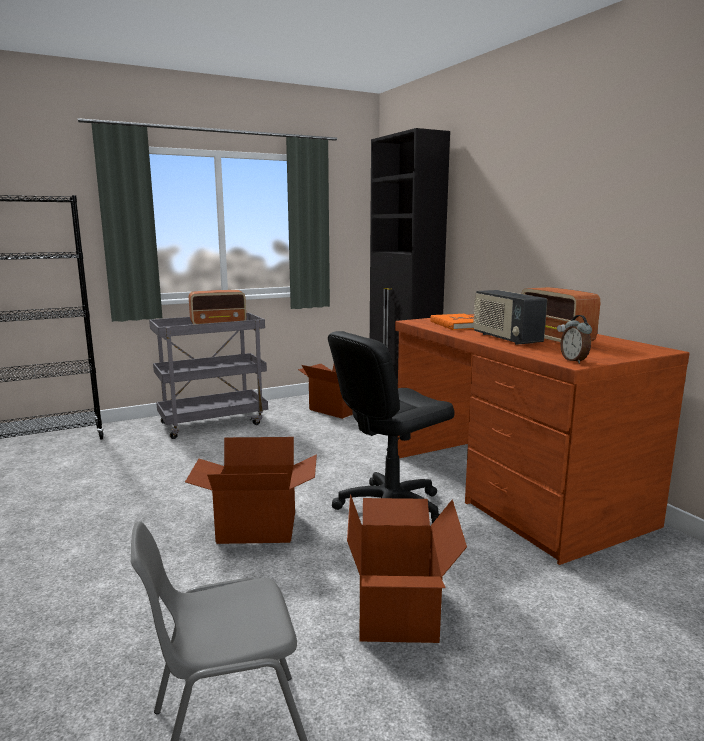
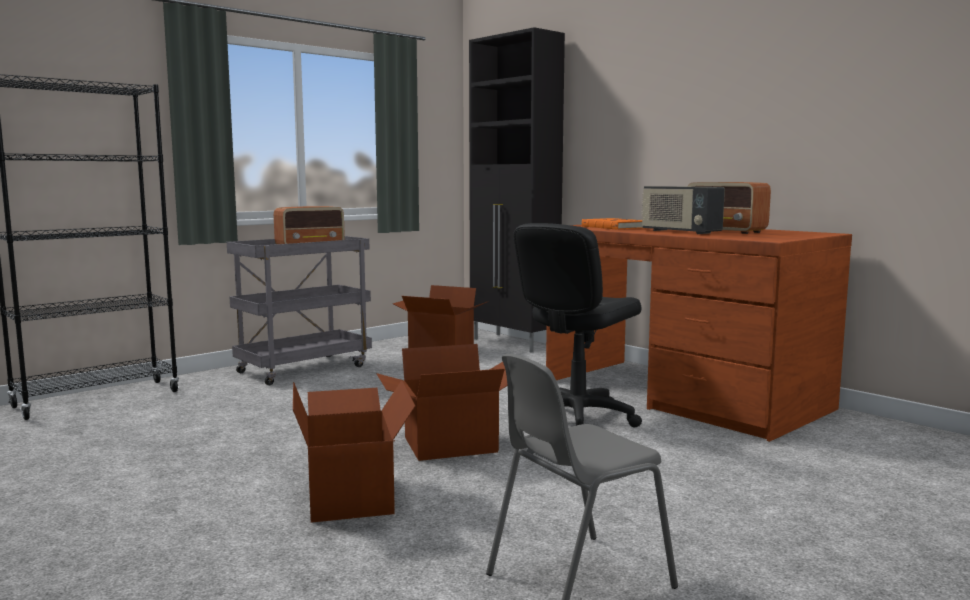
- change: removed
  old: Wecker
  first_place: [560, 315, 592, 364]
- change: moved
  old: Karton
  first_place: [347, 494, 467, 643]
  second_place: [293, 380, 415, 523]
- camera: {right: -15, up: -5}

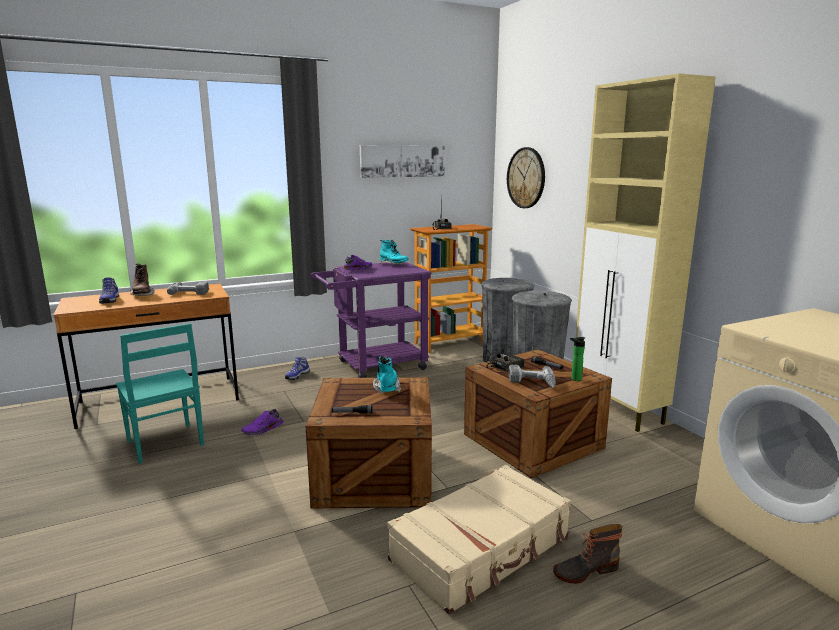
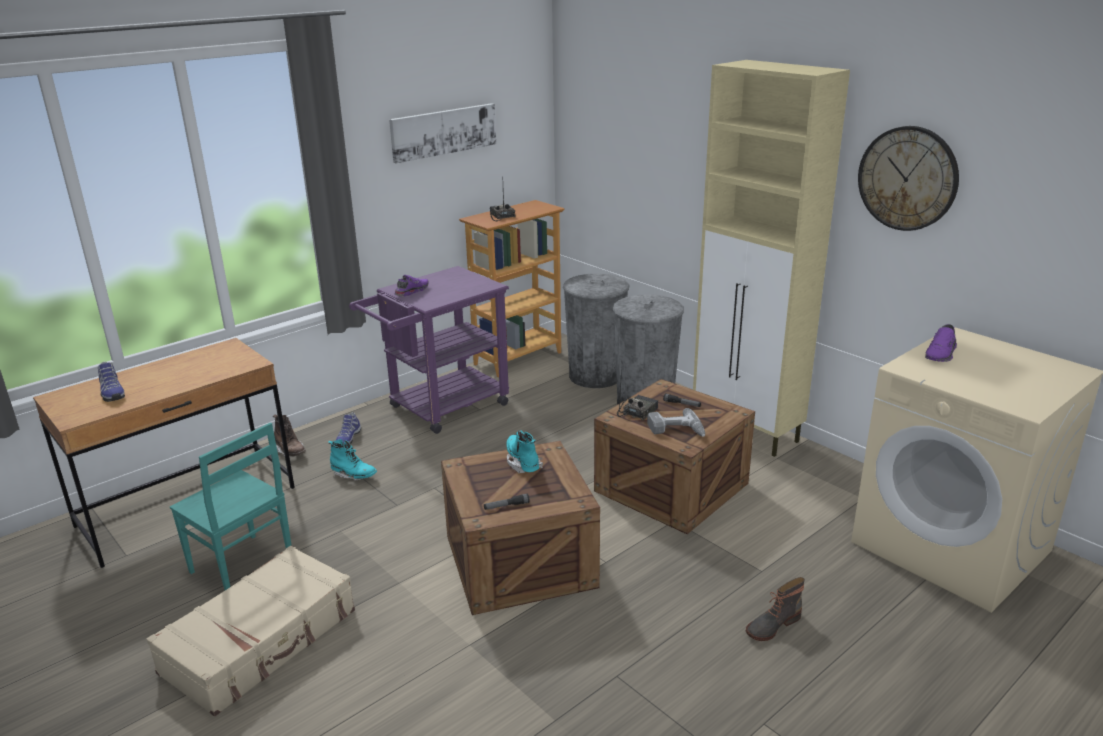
- change: moved
  old: Wanduhr
  first_place: [507, 147, 545, 208]
  second_place: [858, 126, 959, 231]
- change: moved
  old: Stiefel/türkis
  first_place: [380, 240, 409, 265]
  second_place: [328, 439, 377, 481]
- change: moved
  old: Stiefel/braun
  first_place: [130, 263, 155, 296]
  second_place: [273, 415, 306, 457]
- change: removed
  old: Bohrmaschine
  first_place: [167, 282, 209, 295]
- change: removed
  old: Flasche
  first_place: [570, 337, 585, 381]
- change: moved
  old: Schuh/lila
  first_place: [241, 409, 284, 435]
  second_place: [925, 324, 957, 362]
- change: moved
  old: Koffer/beige
  first_place: [388, 465, 571, 614]
  second_place: [146, 546, 355, 717]
- camera: {right: -15, up: 10}

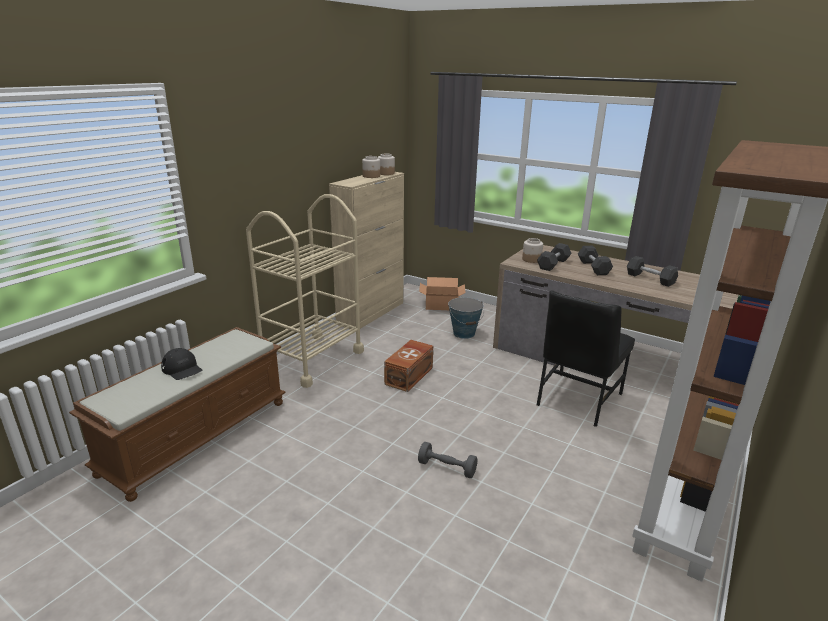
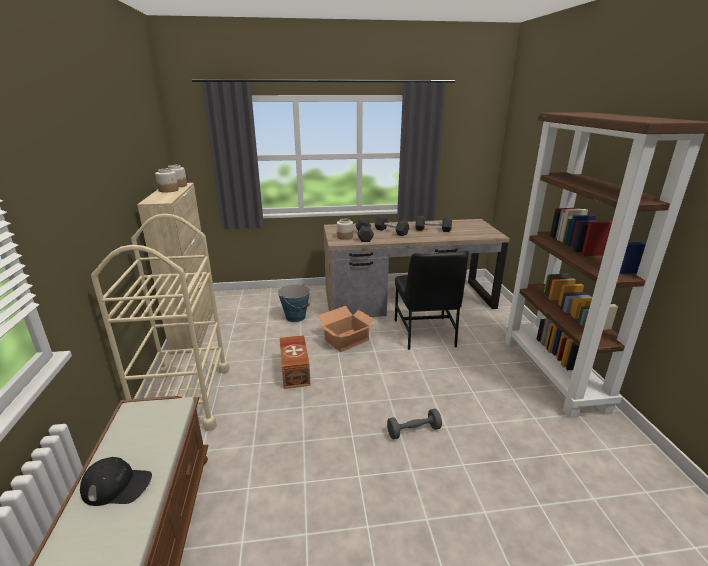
- change: moved
  old: Karton
  first_place: [419, 277, 466, 310]
  second_place: [318, 306, 377, 352]
- camera: {right: -40, up: 0}

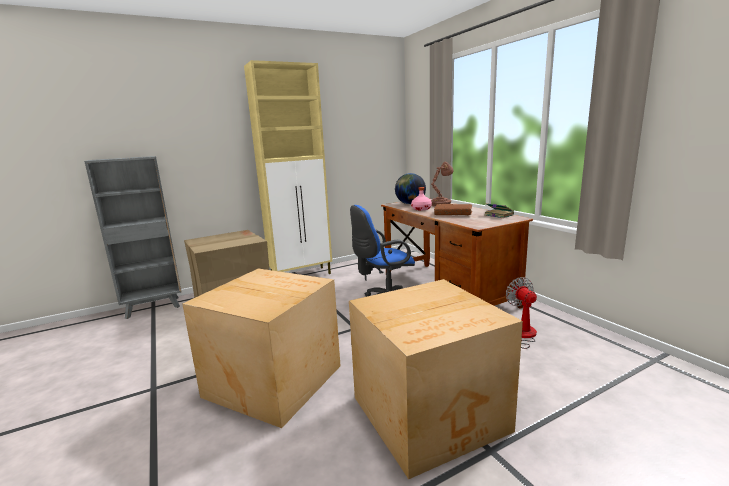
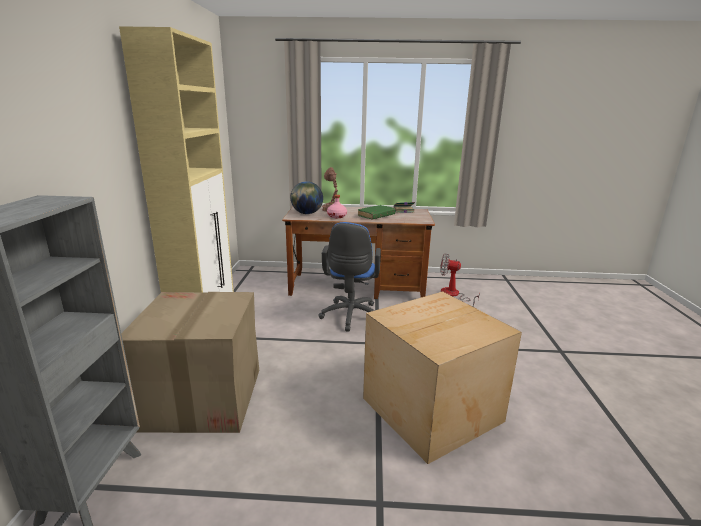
- change: recoloured
  old: Buch/braun
  new: Buch/grün
  first_place: [434, 204, 472, 215]
  second_place: [358, 205, 396, 219]
- change: removed
  old: Karton
  first_place: [349, 279, 523, 479]
- camera: {right: -60, up: 5}

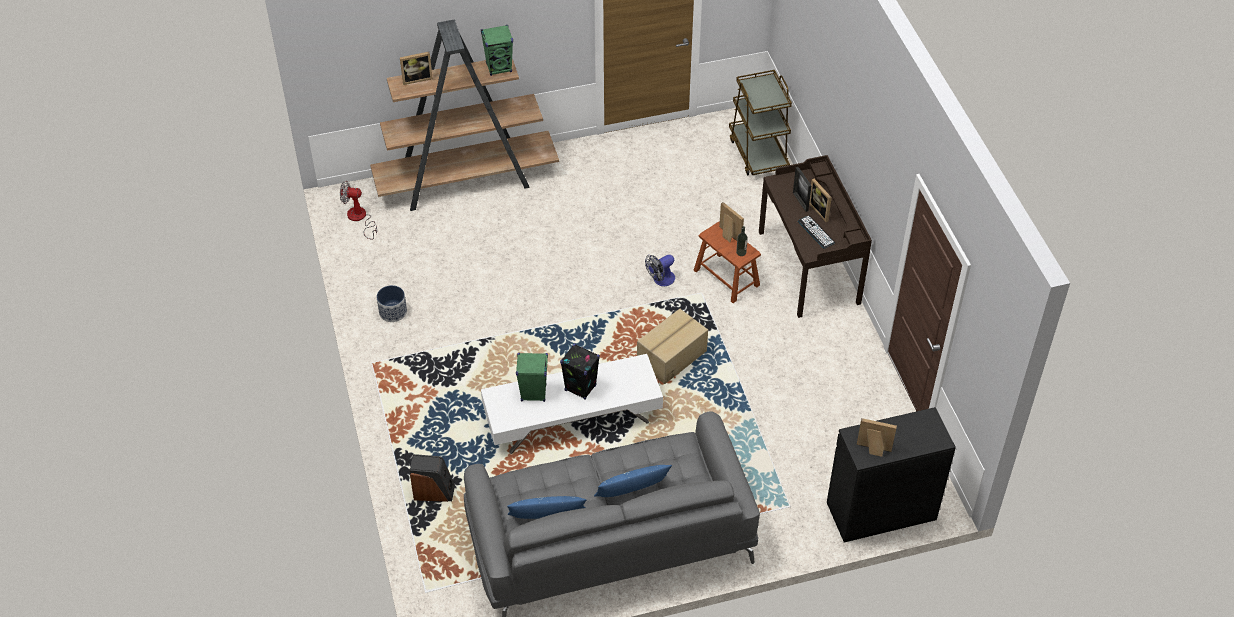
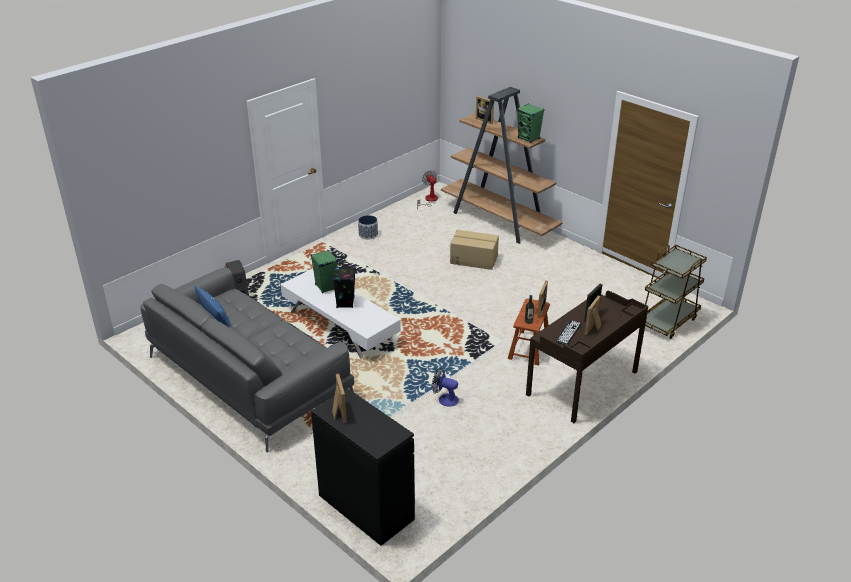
- change: moved
  old: Ventilator
  first_place: [645, 255, 675, 286]
  second_place: [432, 368, 459, 407]
- change: moved
  old: Karton
  first_place: [637, 309, 708, 384]
  second_place: [450, 230, 499, 270]
- change: removed
  old: Kissen/blau
  first_place: [594, 465, 672, 497]
- camera: {right: 60, up: -15}

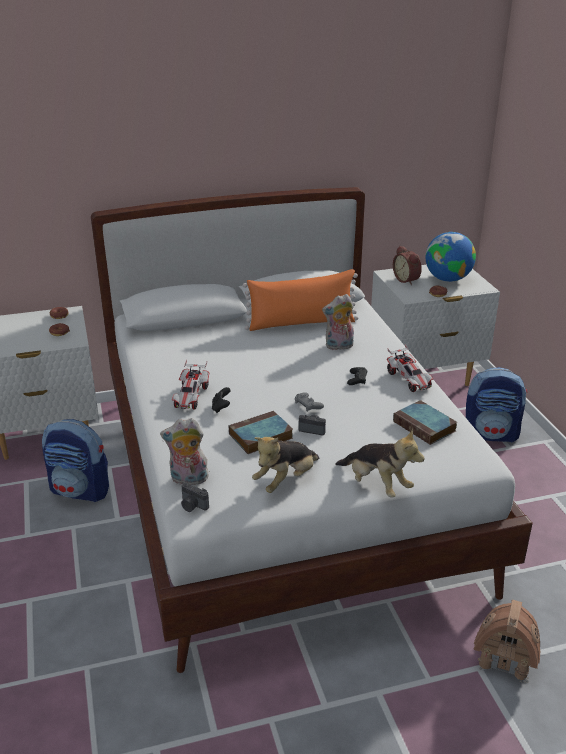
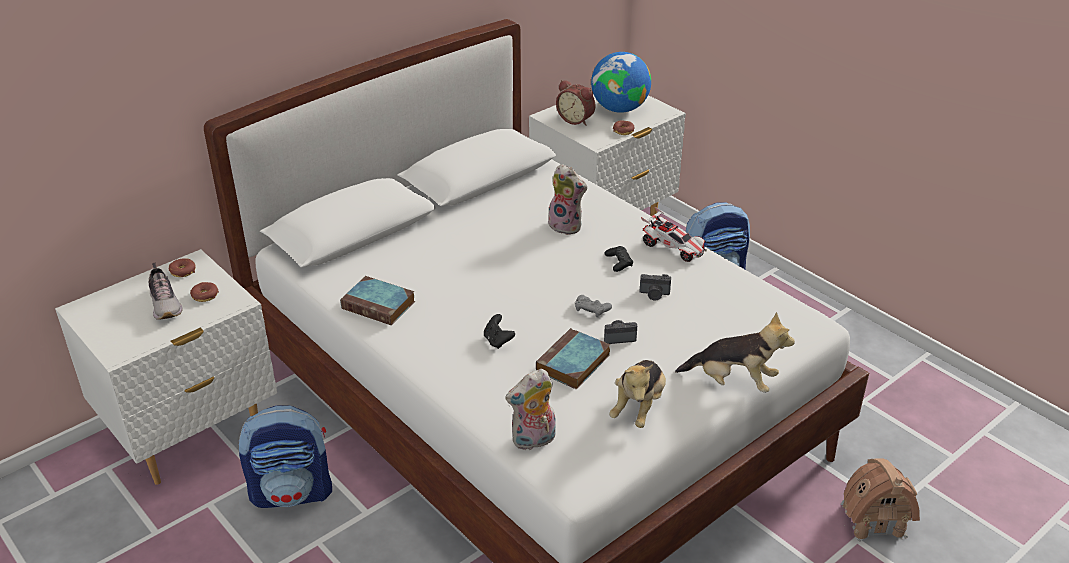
- change: removed
  old: Kissen/orange
  first_place: [243, 269, 359, 331]
- change: turned
  old: Plüschtier
  first_place: [322, 294, 354, 350]
  second_place: [548, 164, 587, 235]
  degrees: -105
- change: removed
  old: Spielzeugauto
  first_place: [172, 360, 210, 410]
- change: moved
  old: Buch
  first_place: [393, 400, 457, 445]
  second_place: [340, 276, 415, 325]
- change: moved
  old: Kamera
  first_place: [181, 483, 209, 512]
  second_place: [640, 274, 671, 301]
- change: added
  new: Schuh
  second_place: [149, 263, 183, 319]
- camera: {right: -25, up: 5}

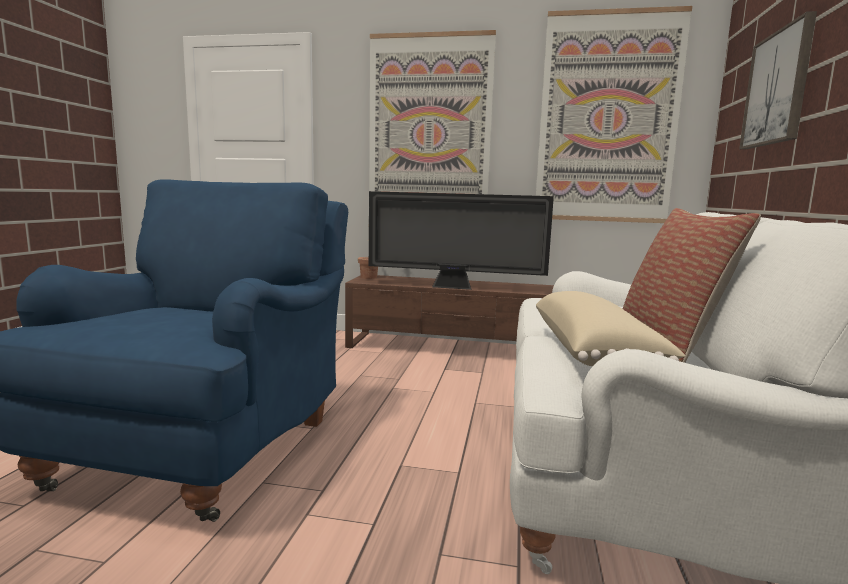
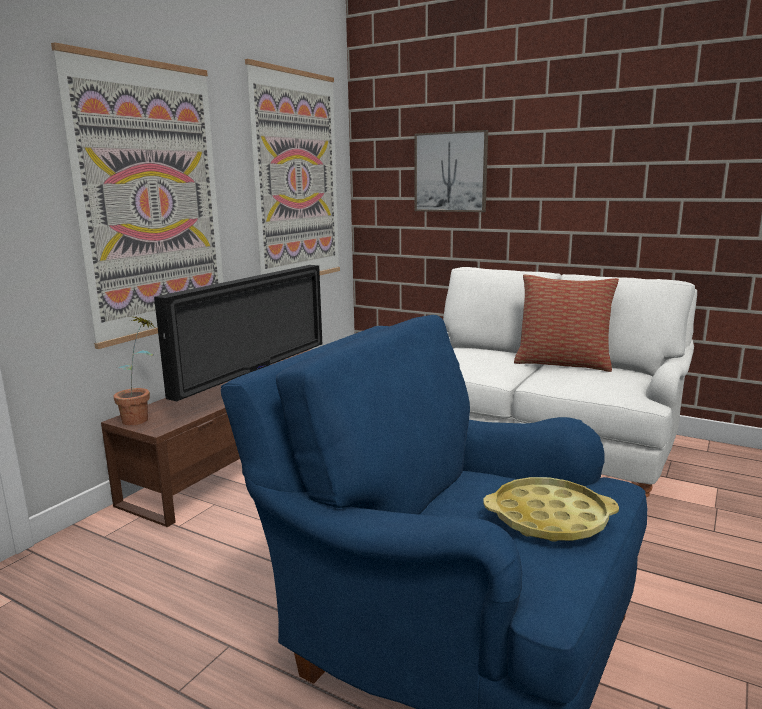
- change: removed
  old: Kissen/beige
  first_place: [536, 291, 686, 366]
- change: added
  new: Tablett/gelb
  second_place: [483, 477, 619, 542]
- camera: {right: -70, up: 5}

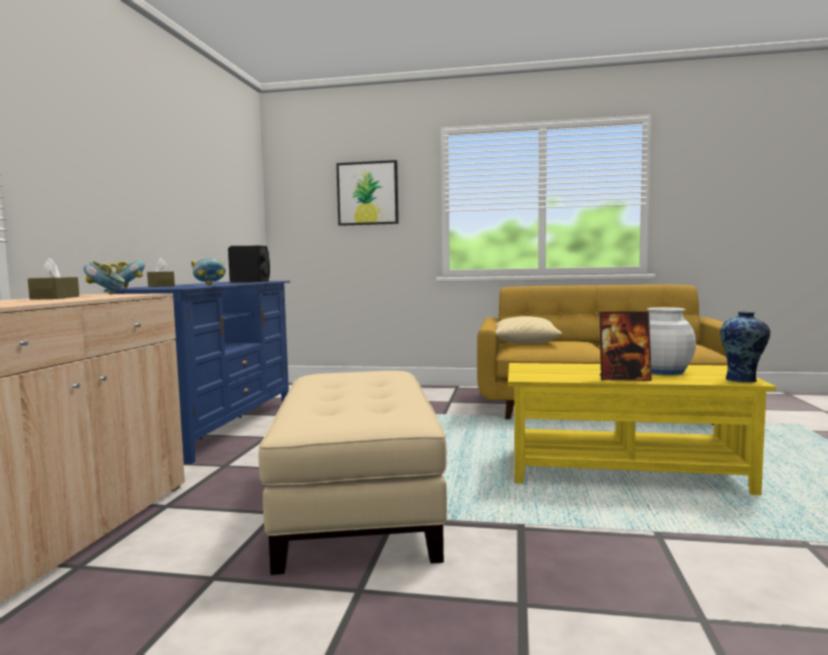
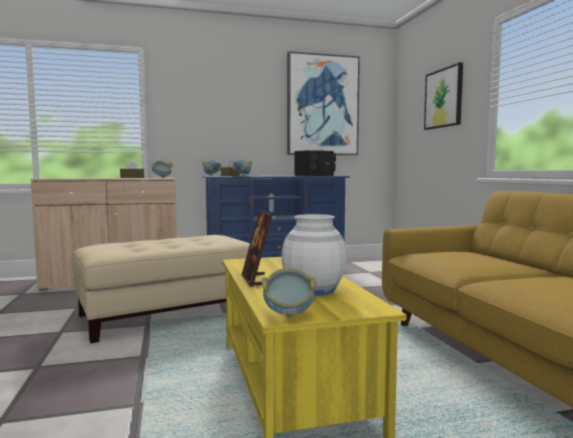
- change: replaced
  old: Vase
  new: Schüssel
  first_place: [720, 311, 770, 383]
  second_place: [262, 268, 316, 317]
- change: removed
  old: Kissen/beige
  first_place: [496, 316, 562, 344]
- change: added
  new: Bild
  second_place: [287, 51, 360, 155]
- camera: {right: 65, up: 0}

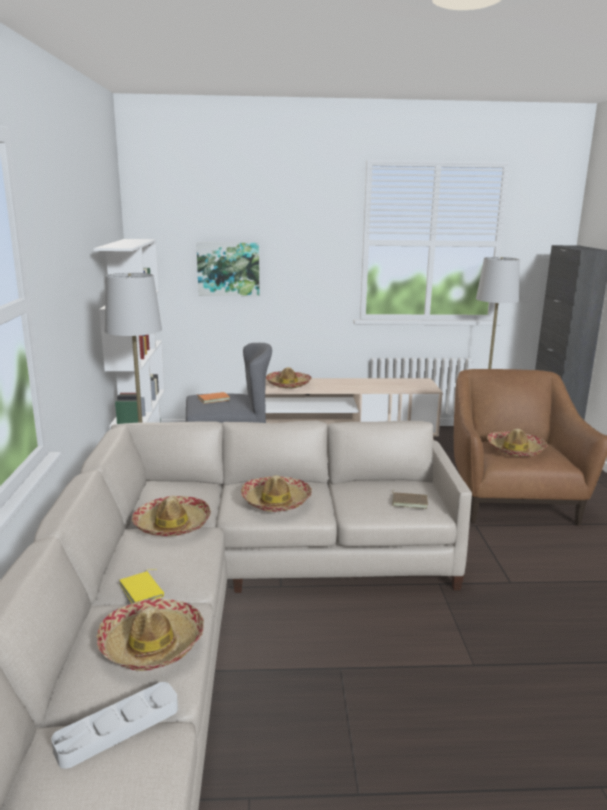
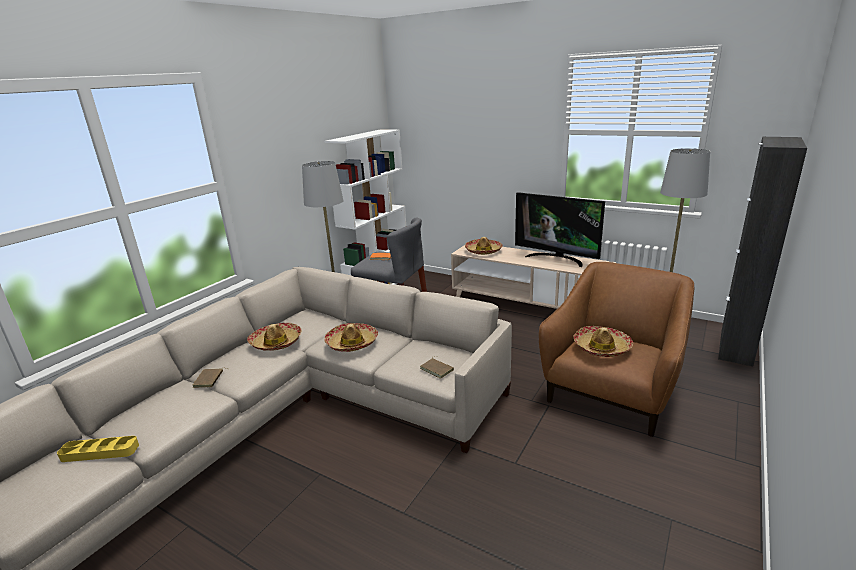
- change: removed
  old: Bild
  first_place: [196, 242, 259, 296]
- change: recoloured
  old: Buch/gelb
  new: Buch/braun
  first_place: [120, 569, 164, 603]
  second_place: [193, 368, 228, 388]
- change: removed
  old: Hut
  first_place: [97, 599, 204, 671]
- change: recoloured
  old: Tablett/grau
  new: Tablett/gelb
  first_place: [51, 682, 178, 769]
  second_place: [57, 436, 139, 462]
- change: added
  new: Fernseher
  second_place: [515, 192, 605, 267]
- camera: {right: 35, up: 5}

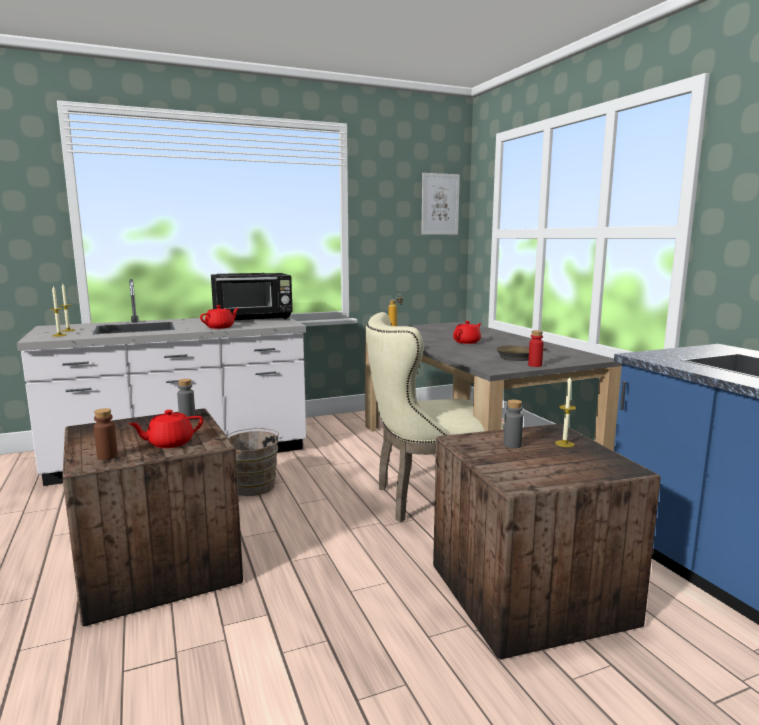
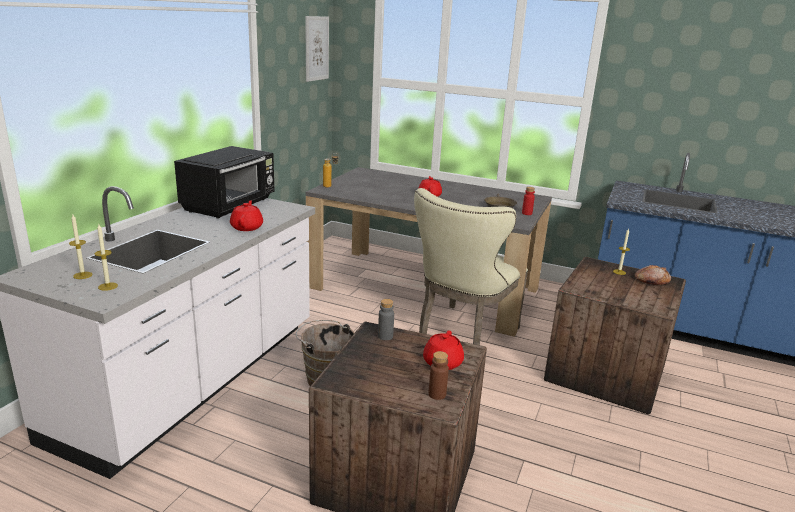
- change: removed
  old: Flasche/grau
  first_place: [503, 400, 523, 448]
- change: added
  new: Brot
  second_place: [635, 265, 671, 285]
- camera: {right: -45, up: 10}

